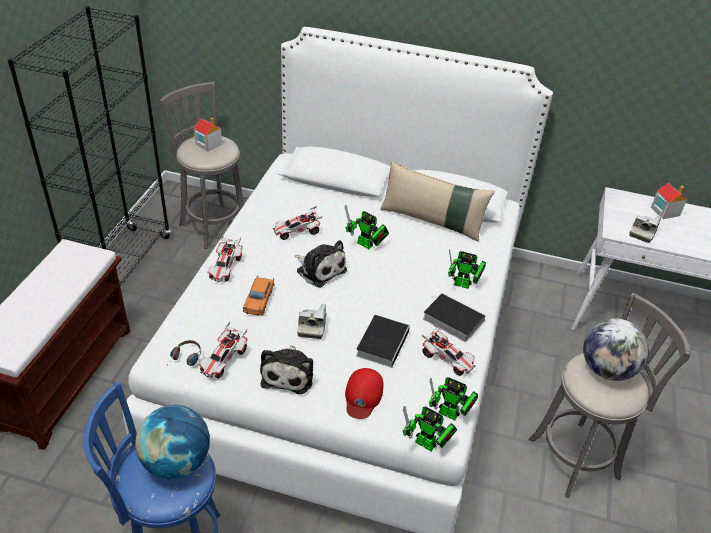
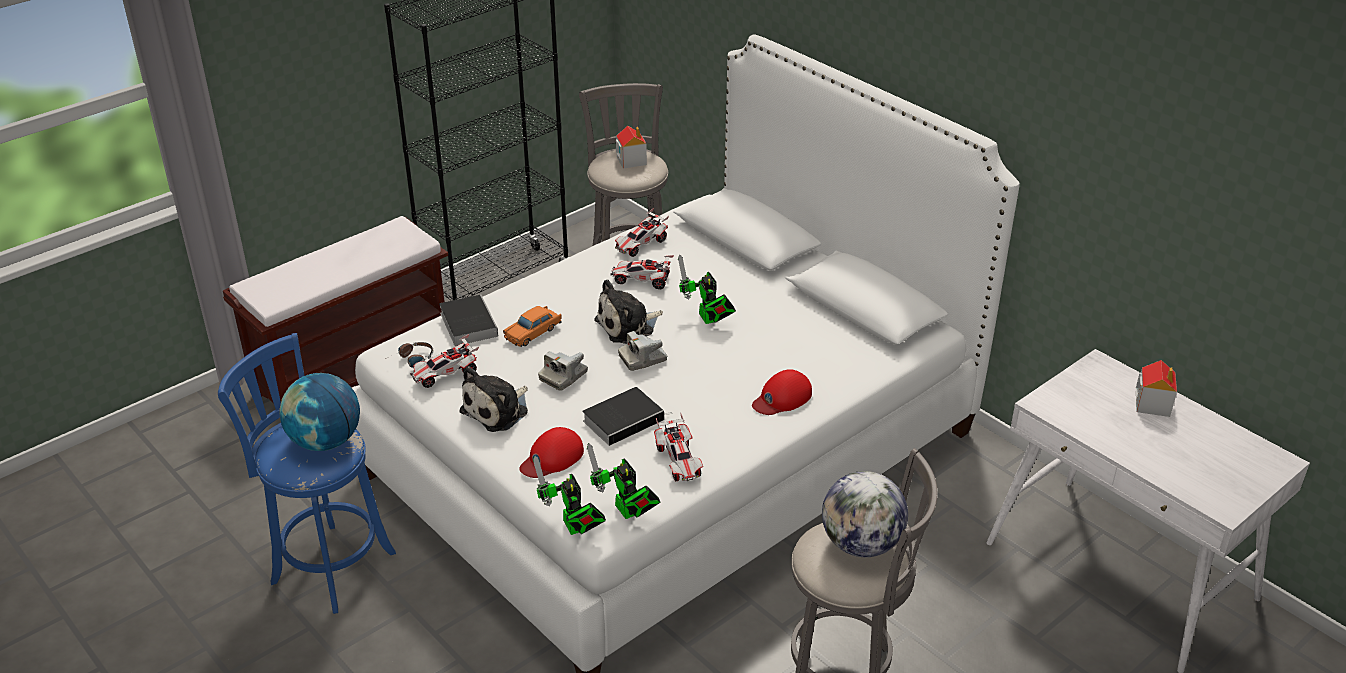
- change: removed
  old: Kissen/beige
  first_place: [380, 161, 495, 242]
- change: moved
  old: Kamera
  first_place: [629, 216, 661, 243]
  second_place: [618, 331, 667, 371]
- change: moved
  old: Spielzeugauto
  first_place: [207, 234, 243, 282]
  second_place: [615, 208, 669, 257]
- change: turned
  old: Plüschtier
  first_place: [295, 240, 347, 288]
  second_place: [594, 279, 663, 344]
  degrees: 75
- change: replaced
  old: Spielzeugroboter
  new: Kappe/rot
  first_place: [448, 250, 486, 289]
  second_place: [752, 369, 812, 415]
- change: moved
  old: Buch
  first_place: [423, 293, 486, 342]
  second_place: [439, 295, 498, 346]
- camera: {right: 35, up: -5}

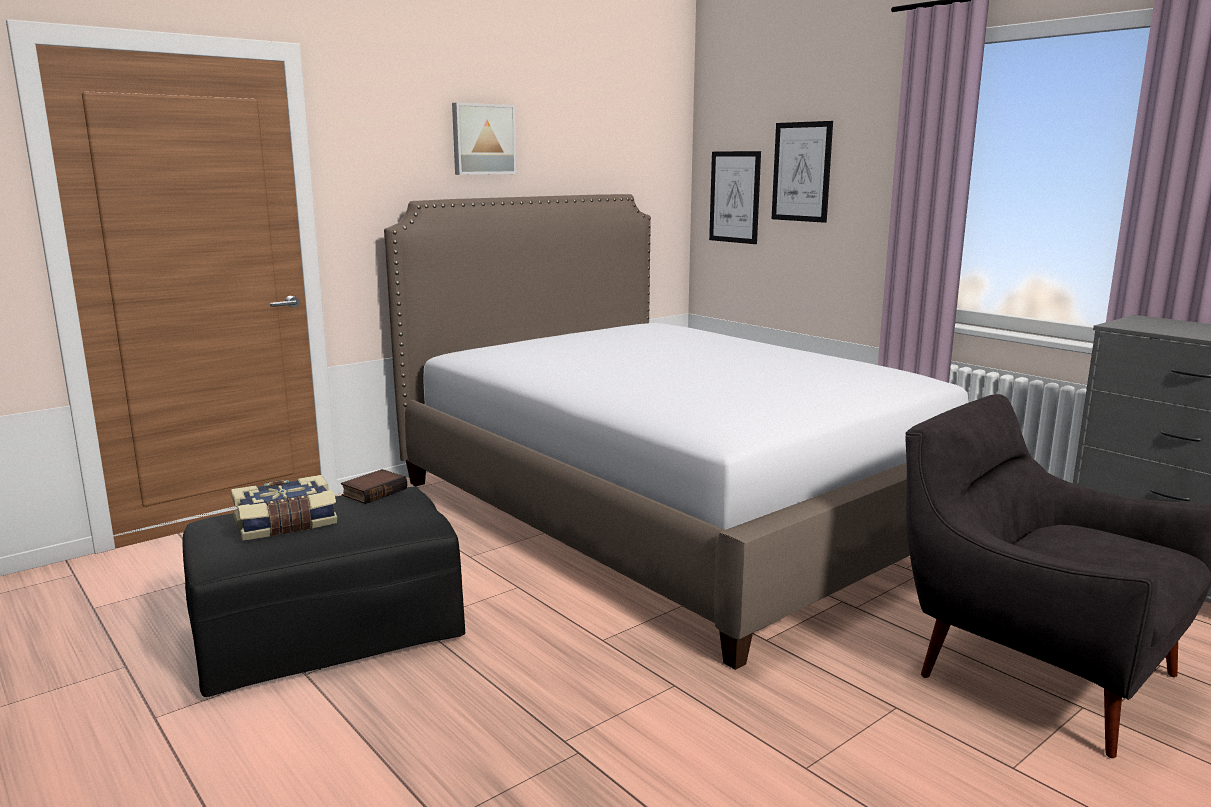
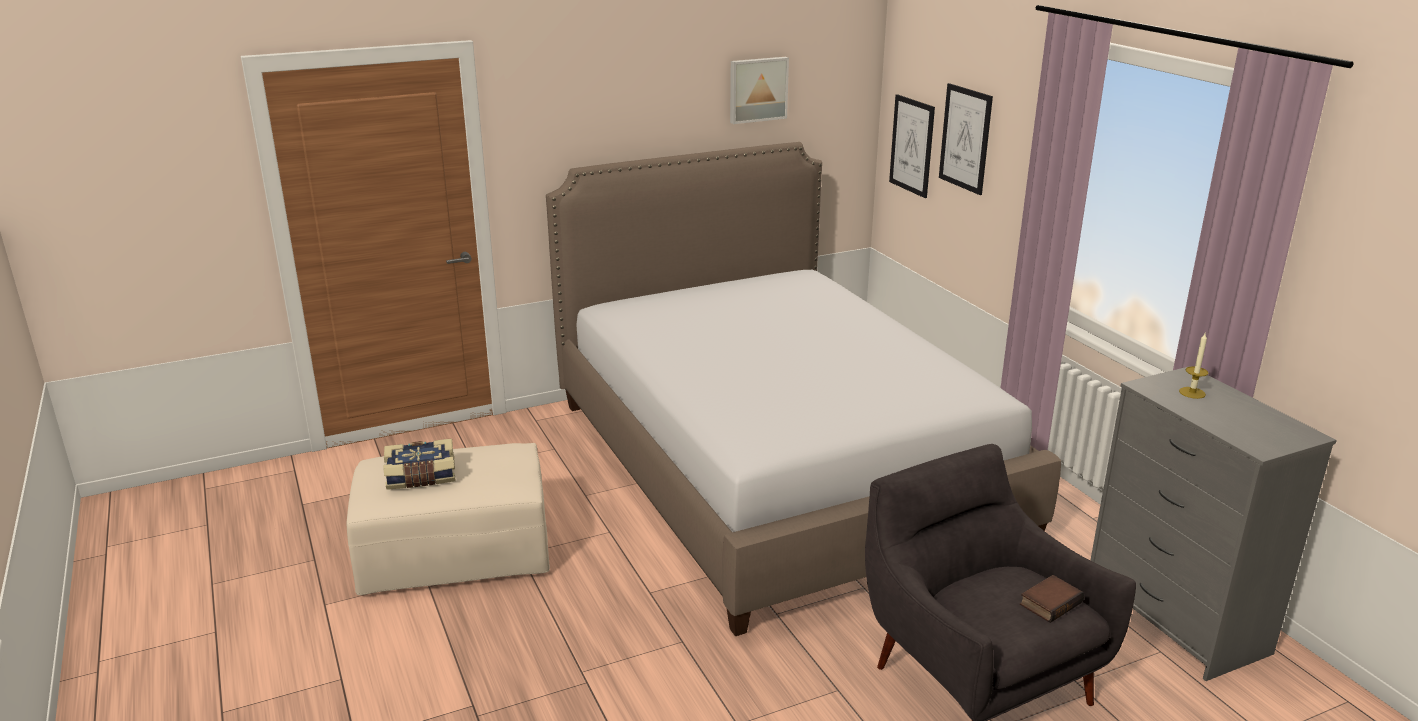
- change: moved
  old: Bild
  first_place: [452, 102, 517, 175]
  second_place: [730, 57, 789, 124]
- change: moved
  old: Buch
  first_place: [341, 469, 407, 504]
  second_place: [1020, 575, 1084, 623]
- change: recoloured
  old: Polsterhocker/schwarz
  new: Polsterhocker/beige
  first_place: [183, 486, 465, 697]
  second_place: [347, 443, 550, 595]
- change: added
  new: Kerze
  second_place: [1179, 333, 1208, 399]
- camera: {right: 15, up: 10}

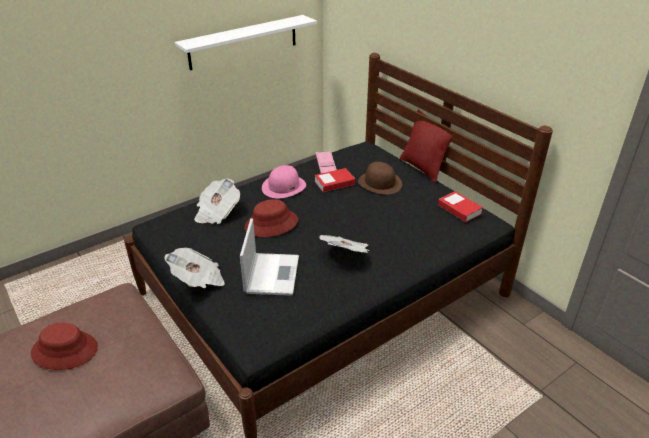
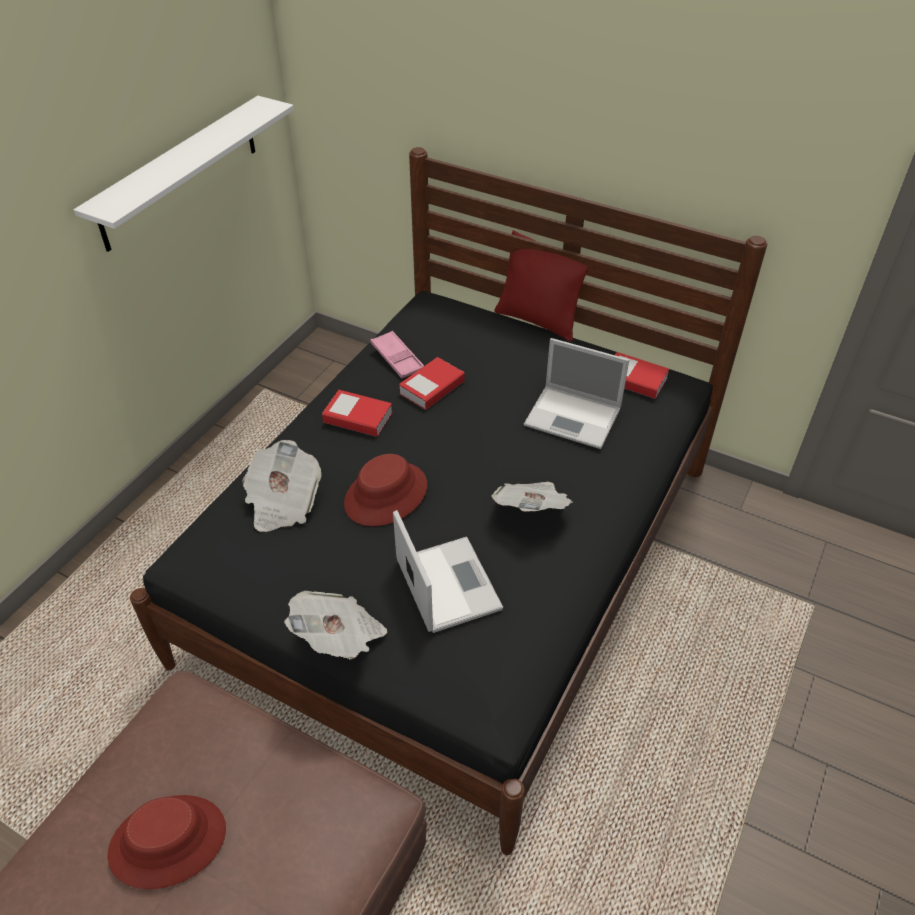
- change: removed
  old: Hut/braun
  first_place: [358, 162, 402, 195]
- change: replaced
  old: Hut/rosa
  new: Buch
  first_place: [262, 165, 306, 198]
  second_place: [322, 390, 392, 437]
- change: added
  new: Laptop
  second_place: [524, 338, 629, 449]
- camera: {right: -25, up: 10}

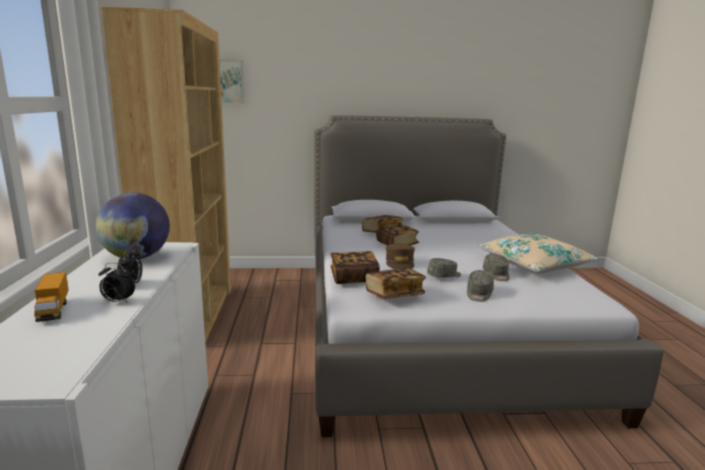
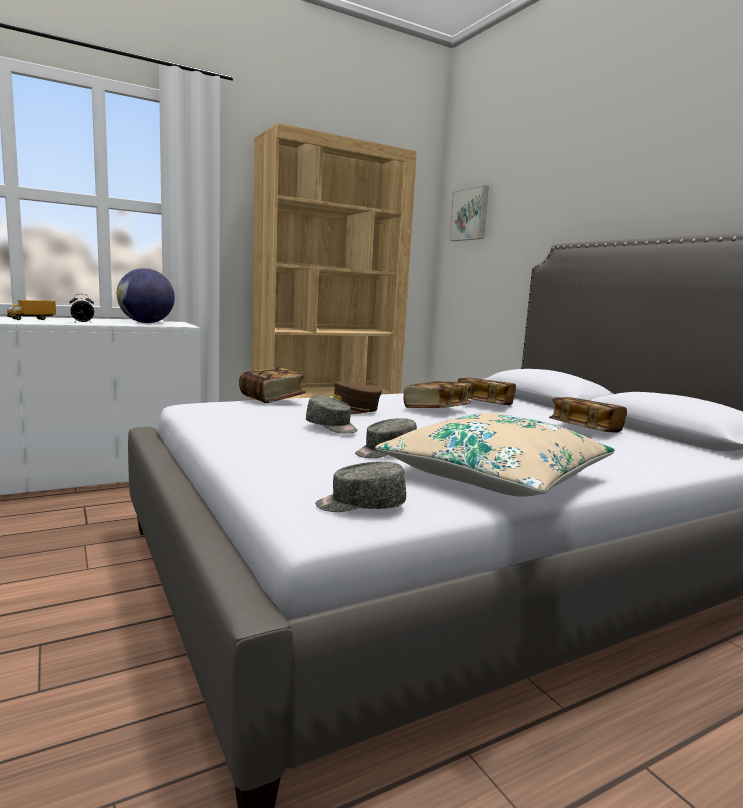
- change: removed
  old: Wecker
  first_place: [99, 263, 135, 303]
- change: moved
  old: Buch
  first_place: [365, 268, 426, 299]
  second_place: [549, 397, 627, 433]
- change: moved
  old: Kappe/grau
  first_place: [467, 270, 494, 302]
  second_place: [315, 461, 406, 512]
- camera: {right: 65, up: -5}

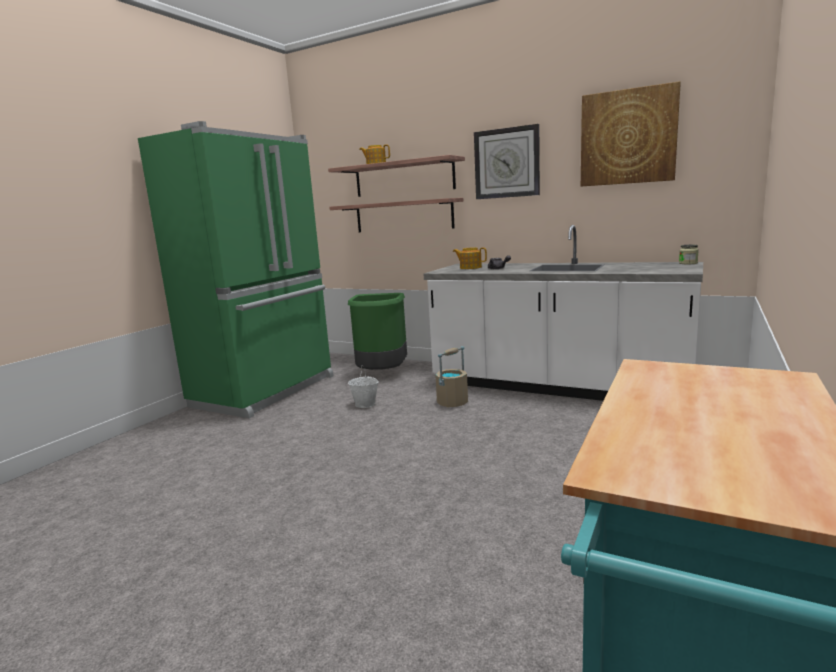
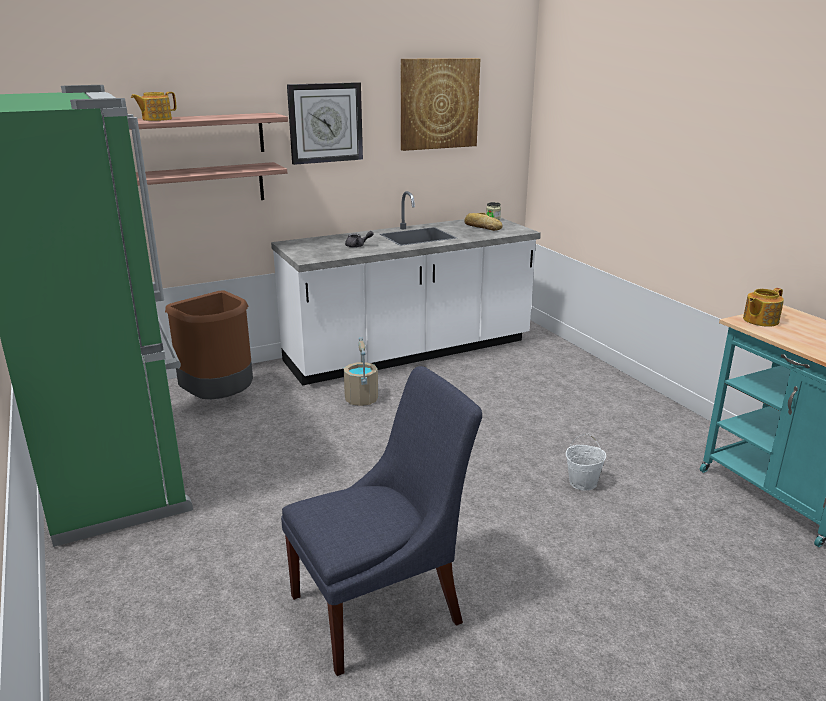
- change: moved
  old: Teekanne
  first_place: [453, 247, 487, 269]
  second_place: [743, 288, 784, 327]
- change: recoloured
  old: Mülleimer/grün
  new: Mülleimer/braun
  first_place: [348, 293, 407, 370]
  second_place: [165, 290, 253, 399]
- change: moved
  old: Eimer/weiß
  first_place: [348, 365, 379, 408]
  second_place: [566, 434, 606, 491]
- change: added
  new: Brot
  second_place: [464, 213, 502, 231]
- change: added
  new: Stuhl/blau
  second_place: [281, 366, 482, 676]
- camera: {right: -55, up: 10}

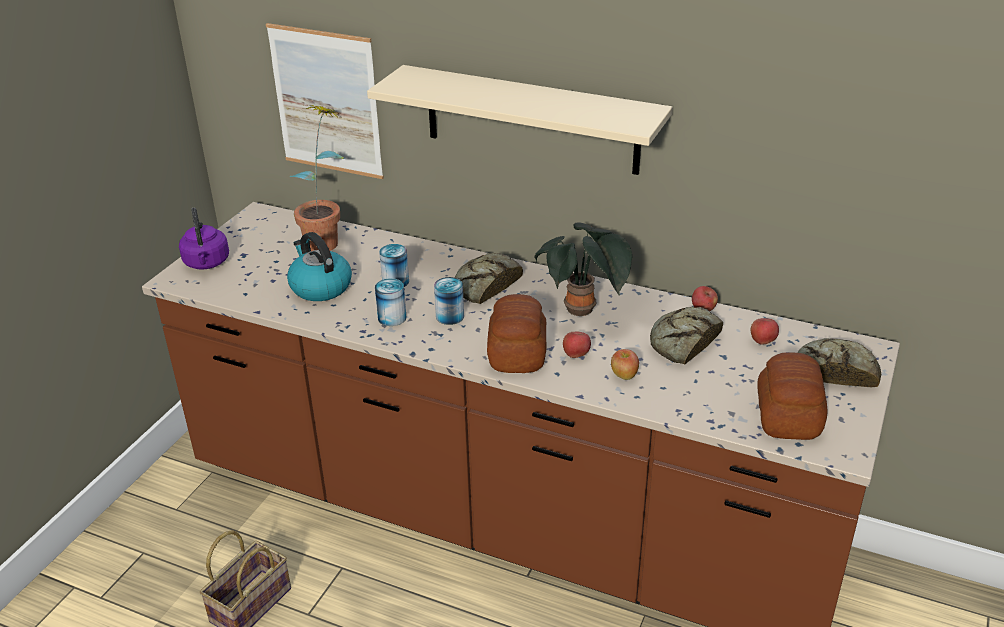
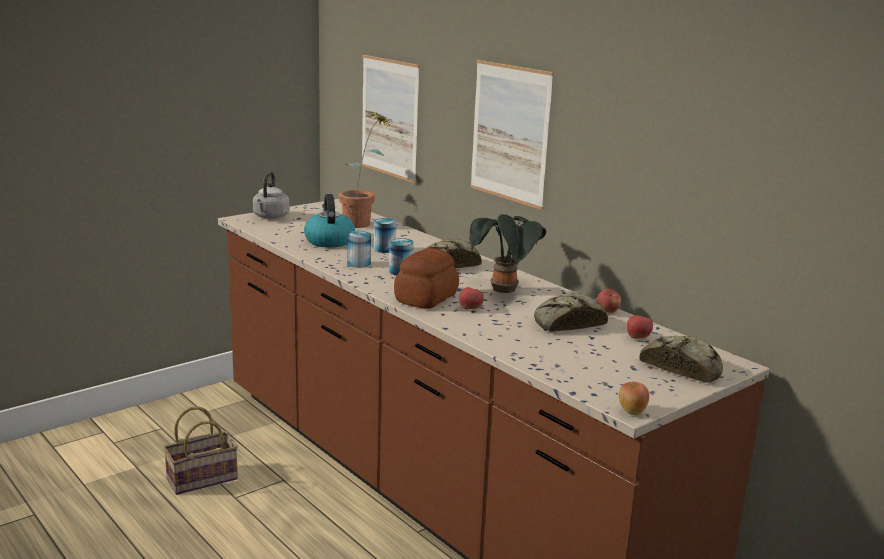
- change: replaced
  old: Wandregal/beige
  new: Bild
  first_place: [367, 65, 673, 175]
  second_place: [470, 60, 554, 210]
- change: recoloured
  old: Wasserkessel/lila
  new: Wasserkessel/grau
  first_place: [179, 208, 229, 270]
  second_place: [253, 172, 290, 219]
- change: moved
  old: Apfel
  first_place: [611, 349, 639, 380]
  second_place: [619, 382, 649, 415]
- change: removed
  old: Brot
  first_place: [757, 352, 828, 440]
- camera: {right: 25, up: -15}

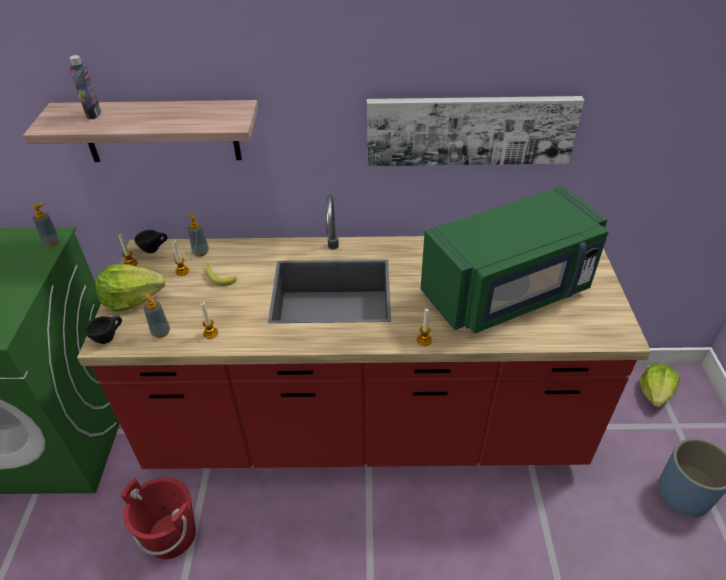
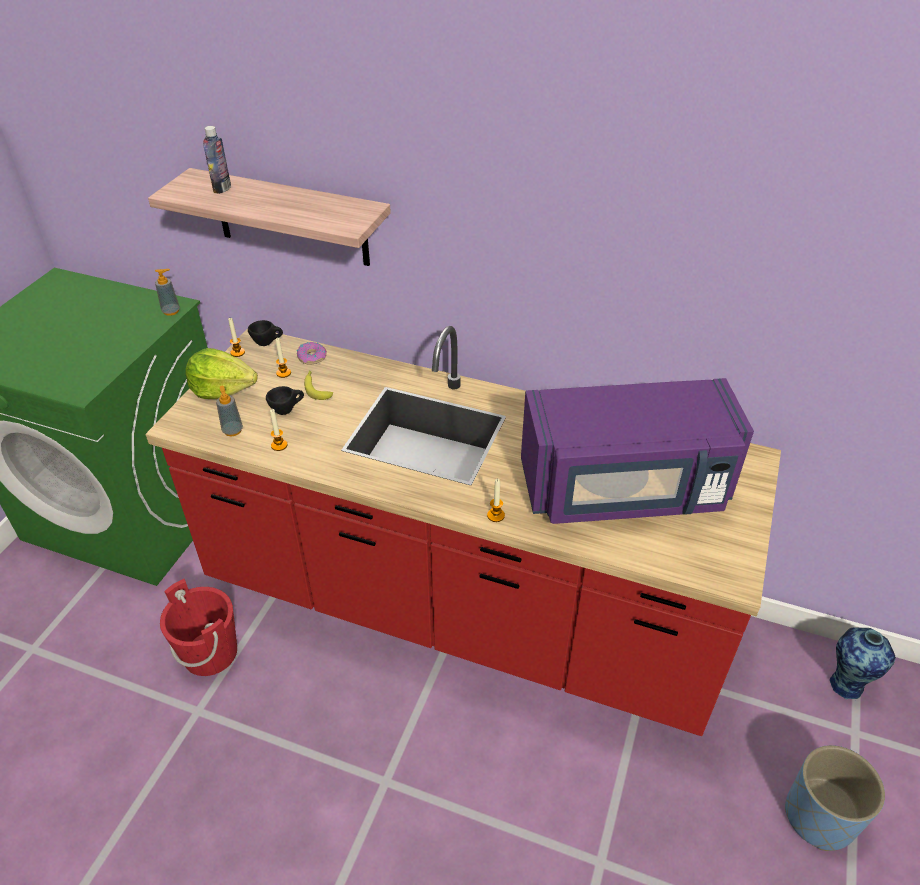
- change: removed
  old: Bild
  first_place: [367, 96, 584, 166]
- change: recoloured
  old: Mikrowelle/grün
  new: Mikrowelle/lila
  first_place: [421, 186, 609, 333]
  second_place: [521, 378, 754, 524]
- change: replaced
  old: Seifenspender
  new: Donut
  first_place: [187, 212, 209, 256]
  second_place: [297, 342, 327, 365]
- change: moved
  old: Tasse/schwarz
  first_place: [85, 316, 122, 344]
  second_place: [266, 386, 304, 415]
- change: replaced
  old: Salatkopf
  new: Vase
  first_place: [640, 363, 679, 407]
  second_place: [830, 627, 896, 701]
- camera: {right: 20, up: 0}

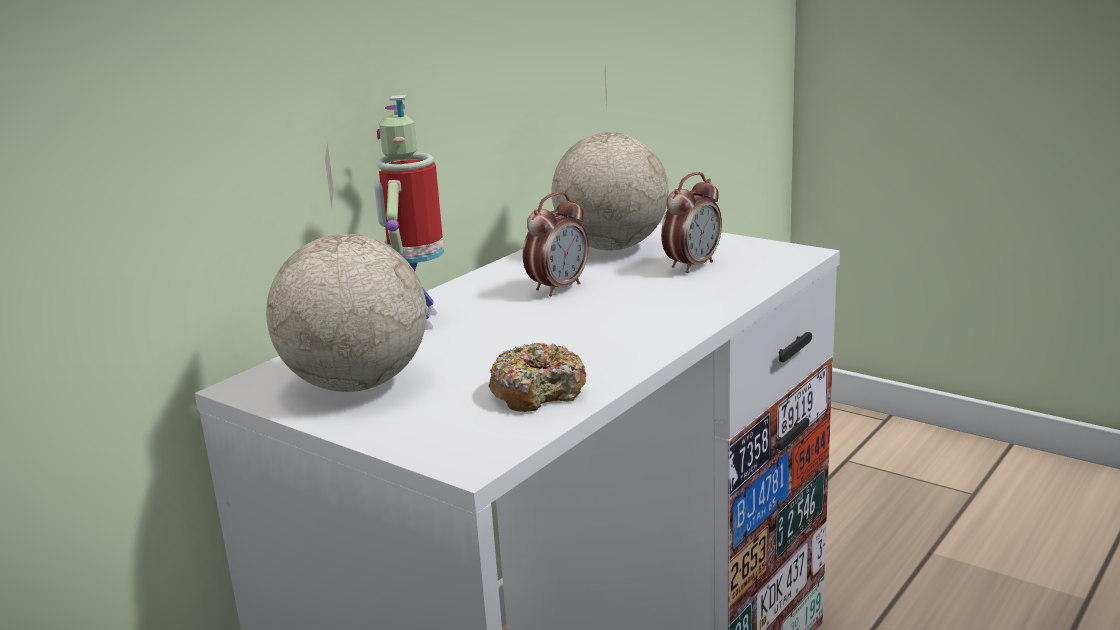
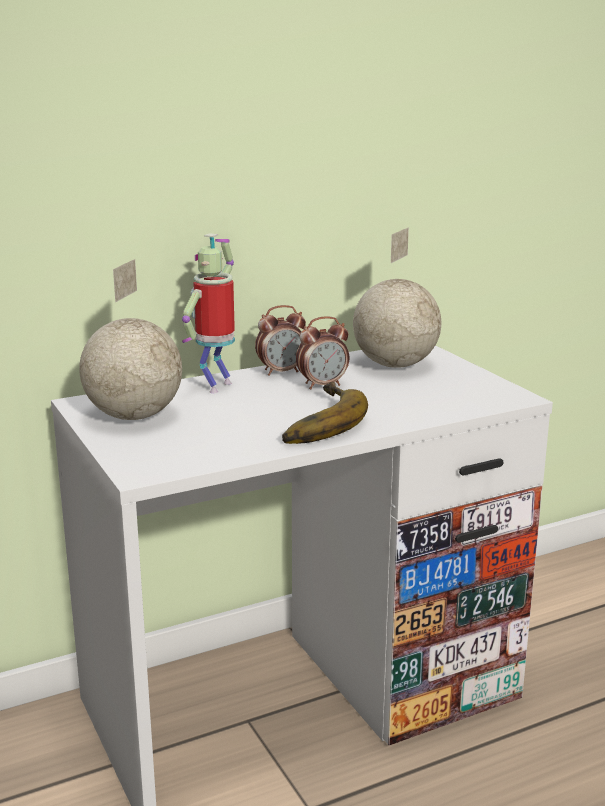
- change: moved
  old: Wecker
  first_place: [661, 172, 722, 273]
  second_place: [255, 305, 306, 376]
- change: removed
  old: Donut
  first_place: [489, 343, 586, 412]
- change: added
  new: Banane
  second_place: [282, 382, 368, 444]
- camera: {right: 25, up: 0}

